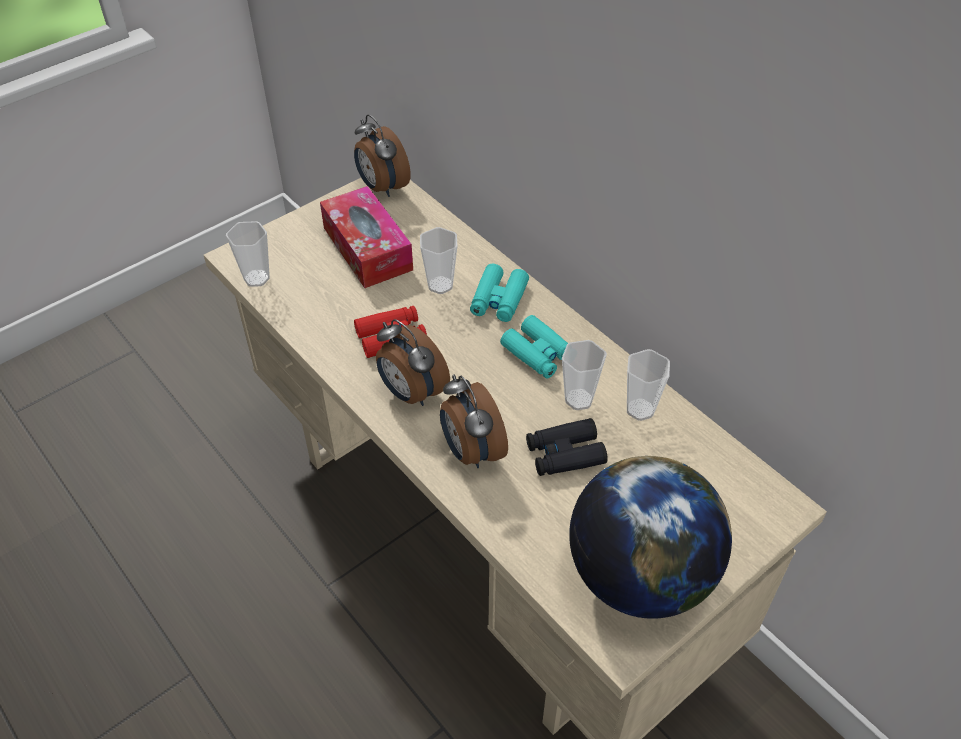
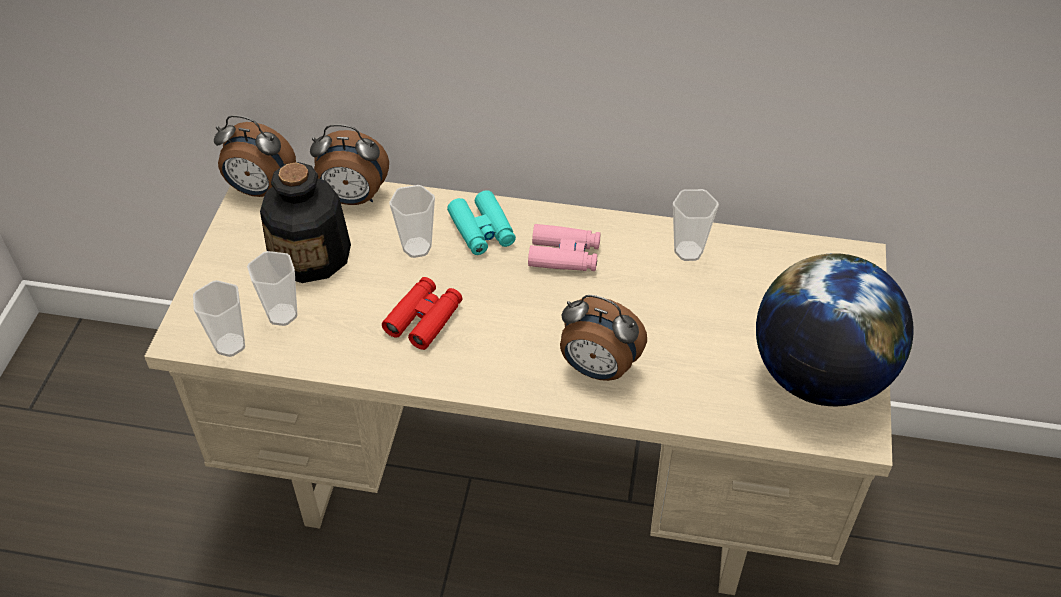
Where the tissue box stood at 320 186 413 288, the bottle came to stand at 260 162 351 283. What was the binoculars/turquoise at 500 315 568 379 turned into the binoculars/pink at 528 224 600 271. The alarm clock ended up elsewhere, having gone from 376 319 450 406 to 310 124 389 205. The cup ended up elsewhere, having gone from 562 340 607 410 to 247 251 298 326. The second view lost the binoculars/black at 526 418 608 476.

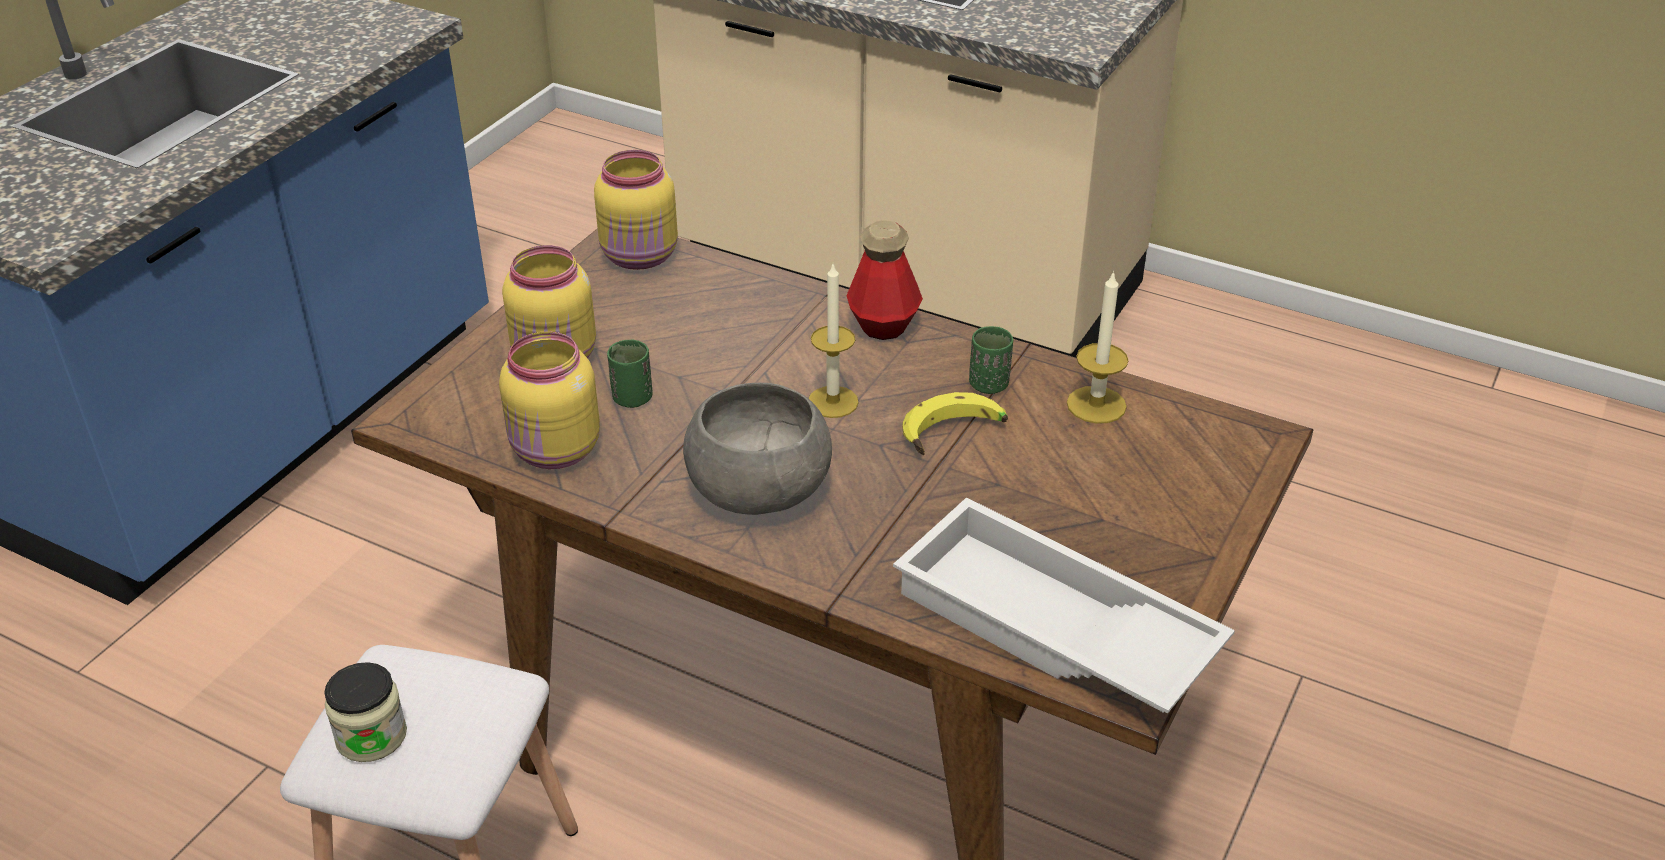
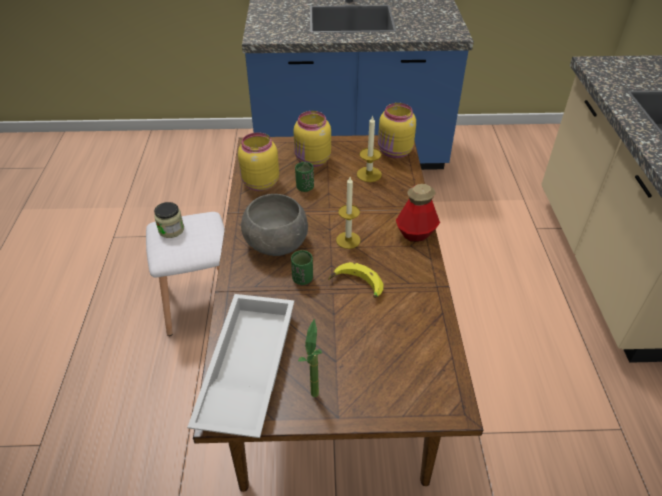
The candle ended up elsewhere, having gone from 1067 270 1129 424 to 357 115 382 182. The cup/green ended up elsewhere, having gone from 969 326 1013 394 to 291 250 313 285. The second view gained the potted plant at 298 319 322 397.

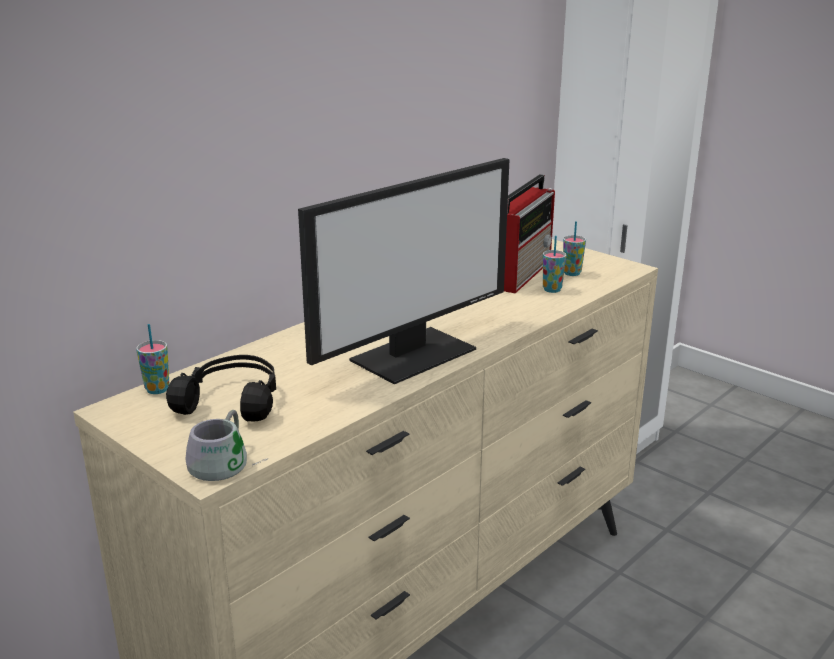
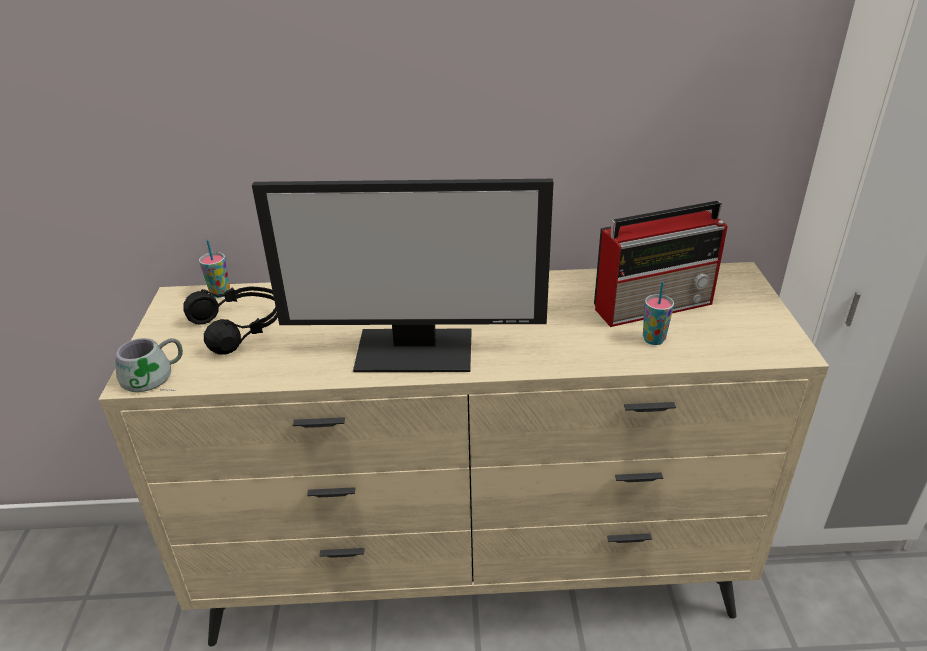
The second view lost the cup at 563 221 586 276.

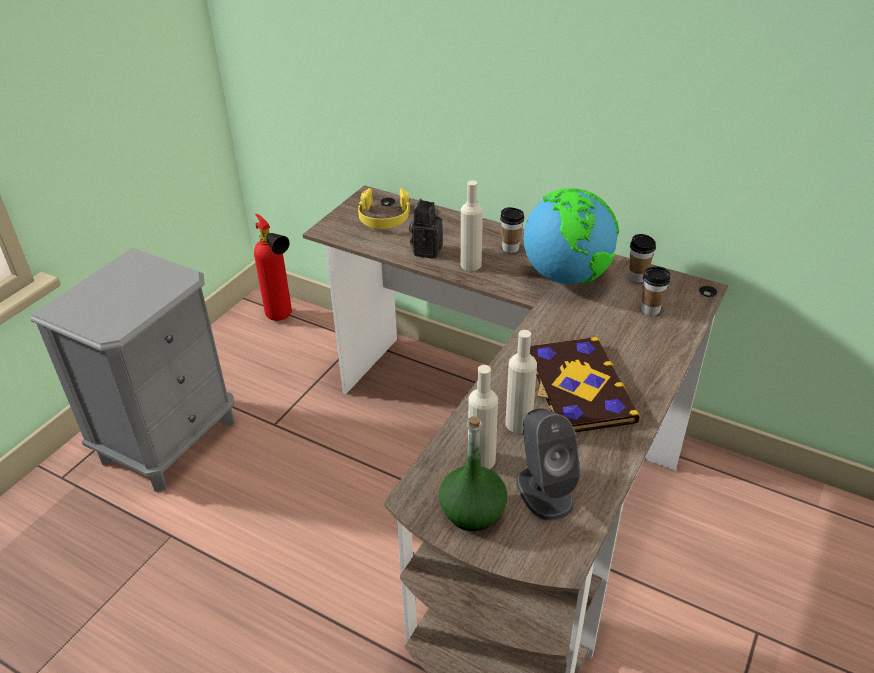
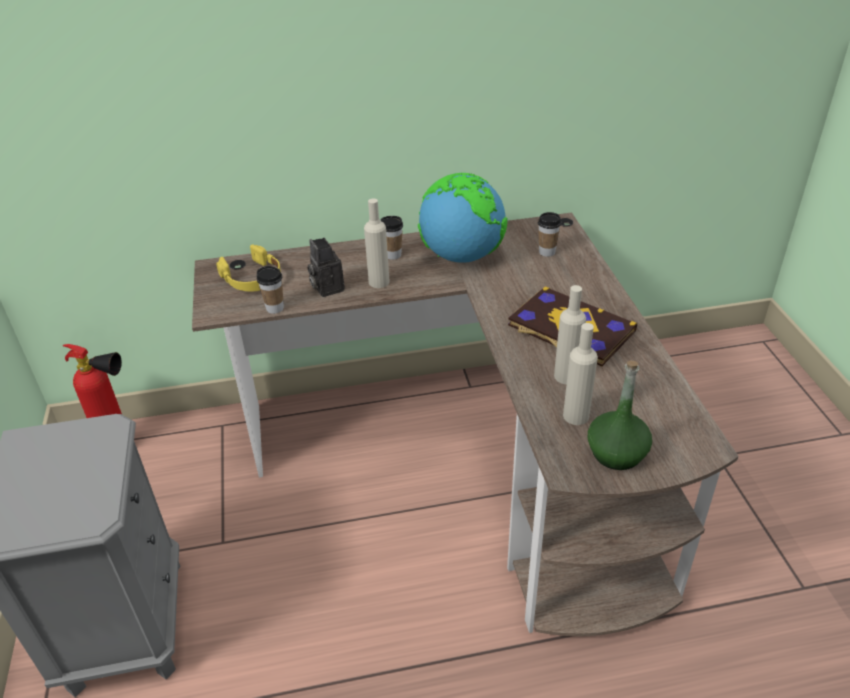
The cup ended up elsewhere, having gone from 629 234 656 282 to 256 266 284 314. The second view lost the speaker/grey at 516 408 580 521.

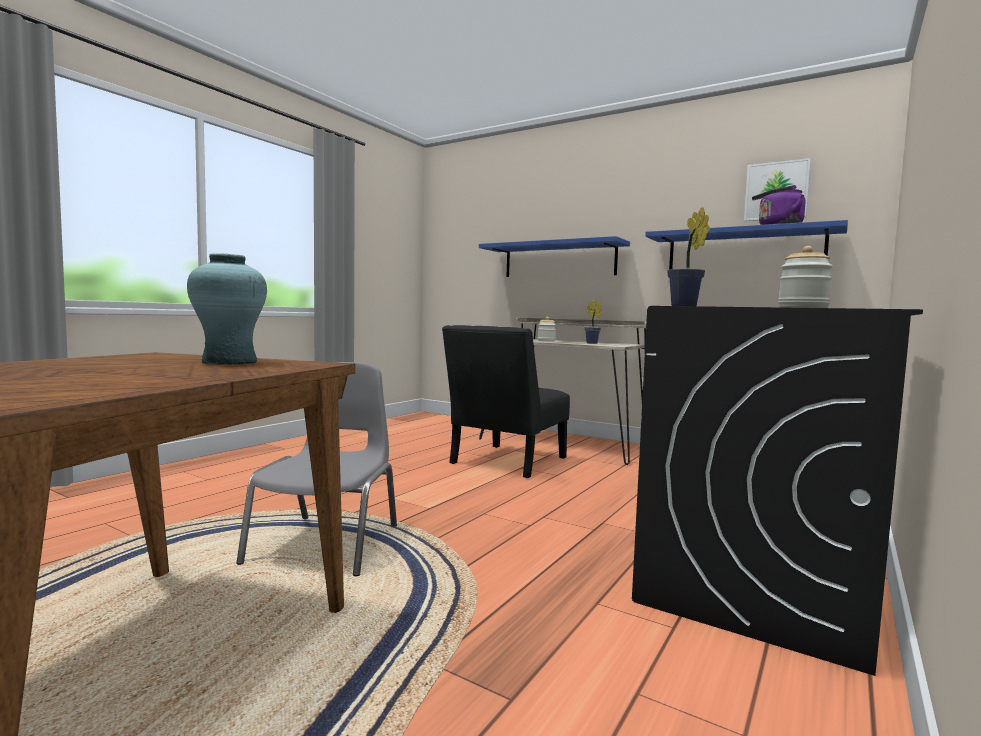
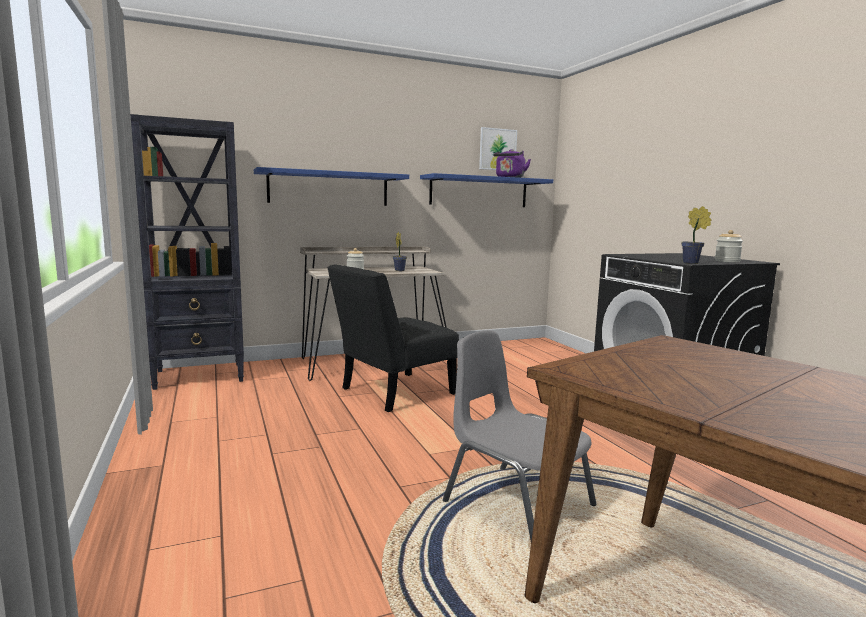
The second view lost the vase/turquoise at 187 253 267 365. The chair/black at 442 325 570 478 ended up facing another way, 75 degrees clockwise from before. The second view gained the bookcase/black at 130 114 244 390.

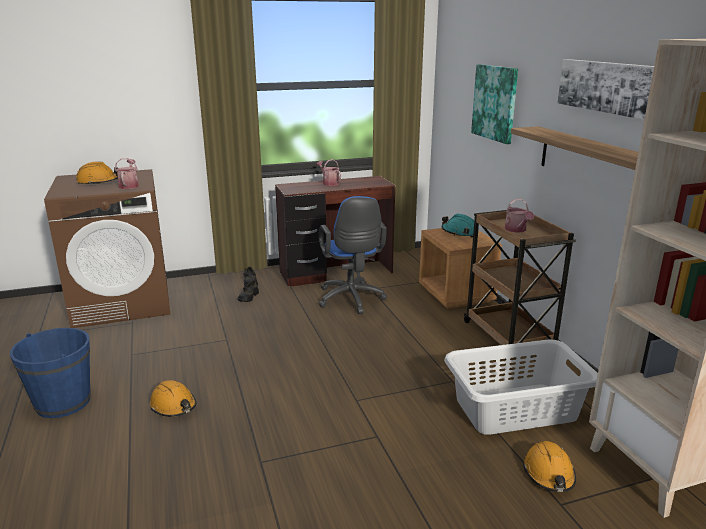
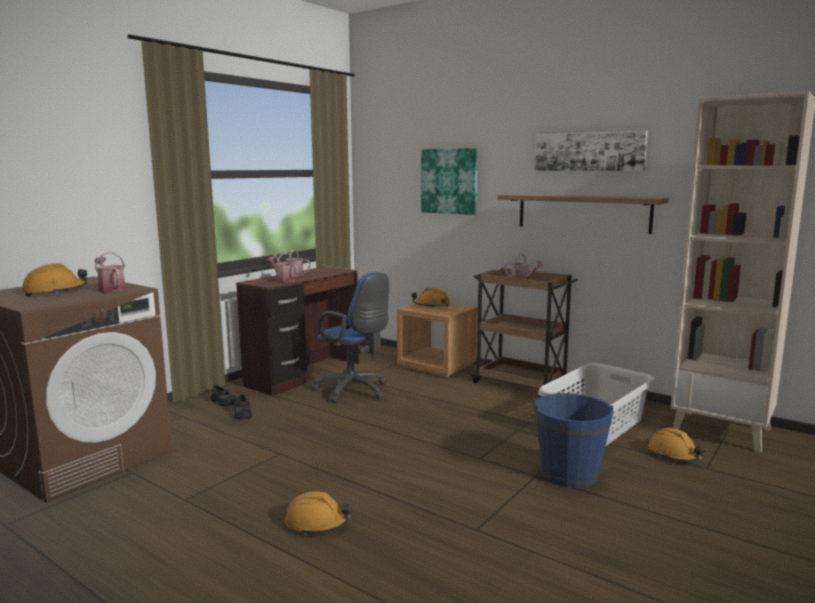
What was the hard hat/turquoise at 442 213 479 237 turned into the hard hat/orange at 412 287 450 307. The bucket/blue ended up elsewhere, having gone from 10 328 91 418 to 535 393 614 488. The second view gained the watering can at 267 253 298 283.

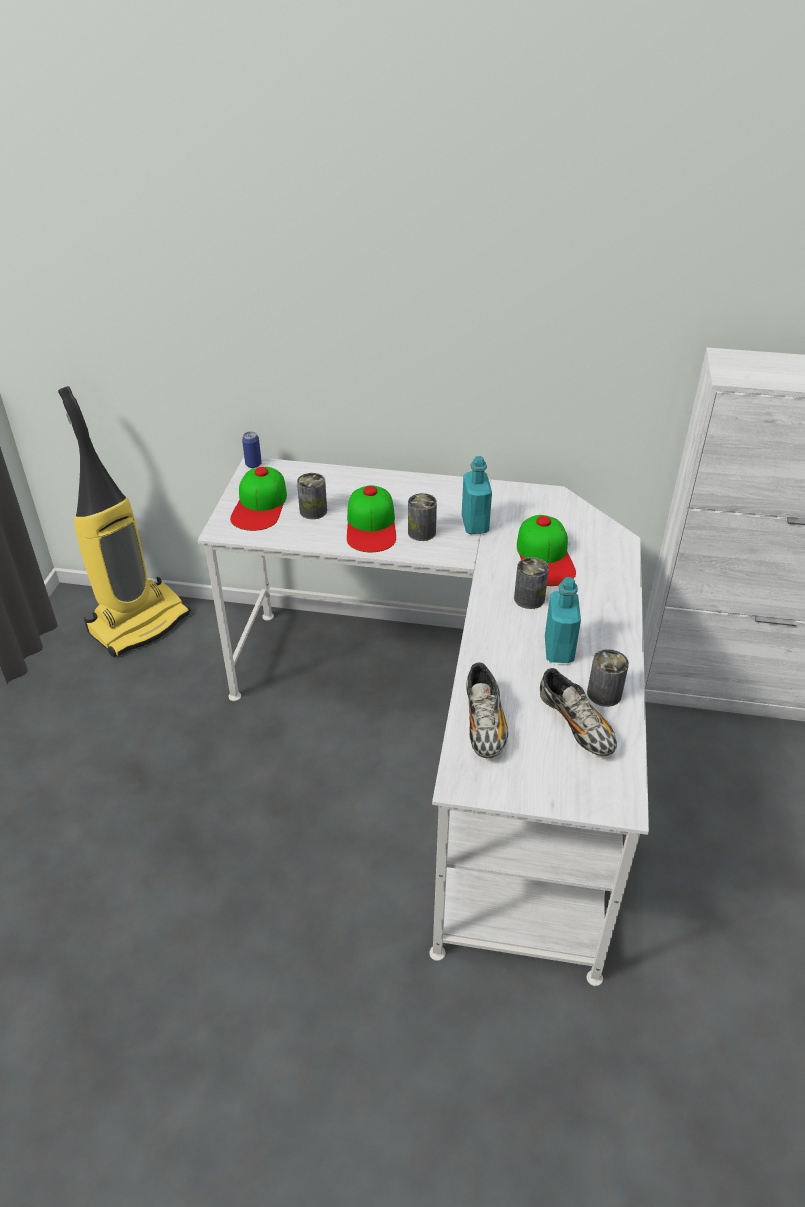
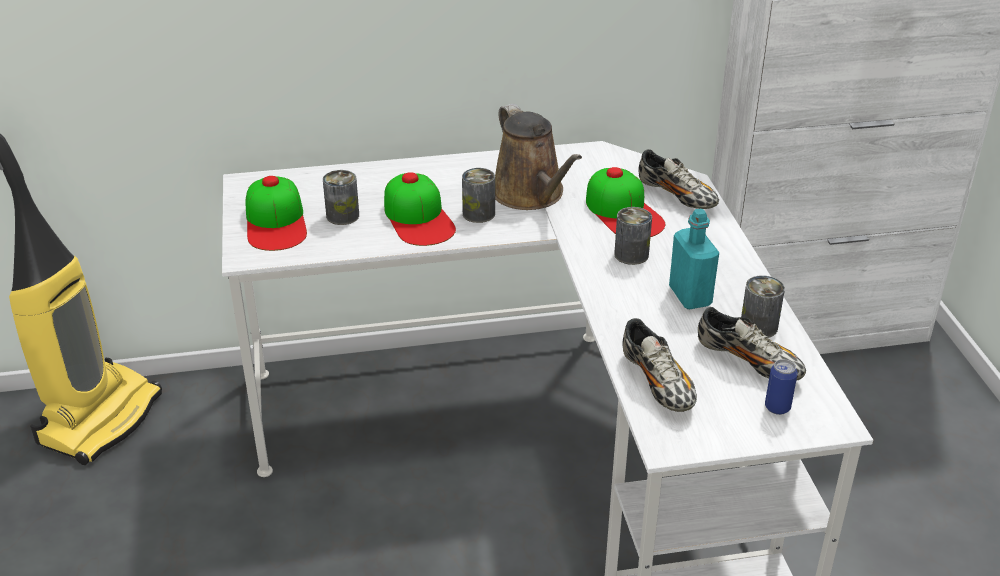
The can ended up elsewhere, having gone from 242 431 262 468 to 765 359 798 415. Where the bottle/turquoise stood at 462 456 492 534, the watering can/brown came to stand at 495 103 582 210. The second view gained the shoe at 638 149 719 209.

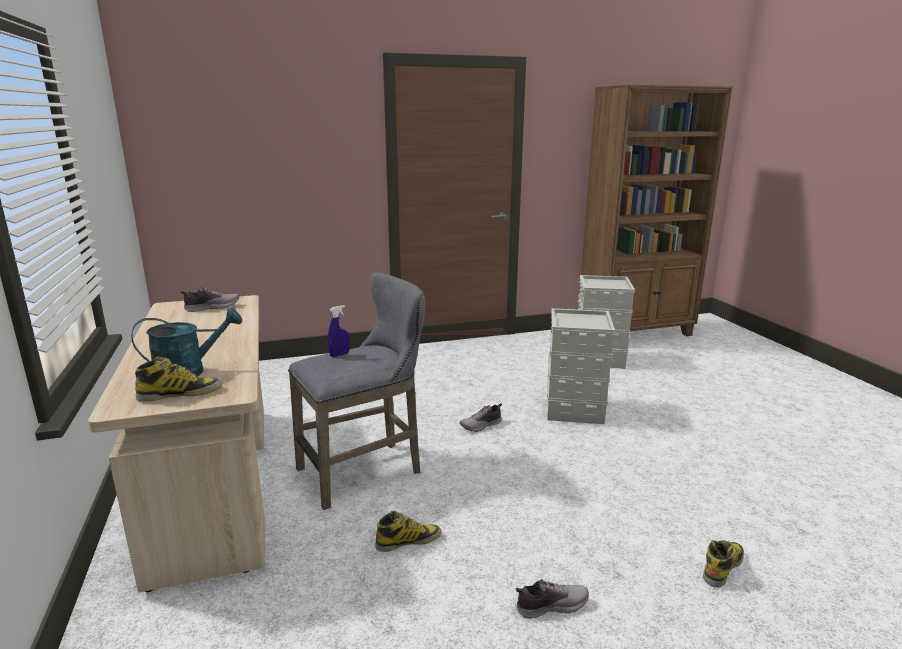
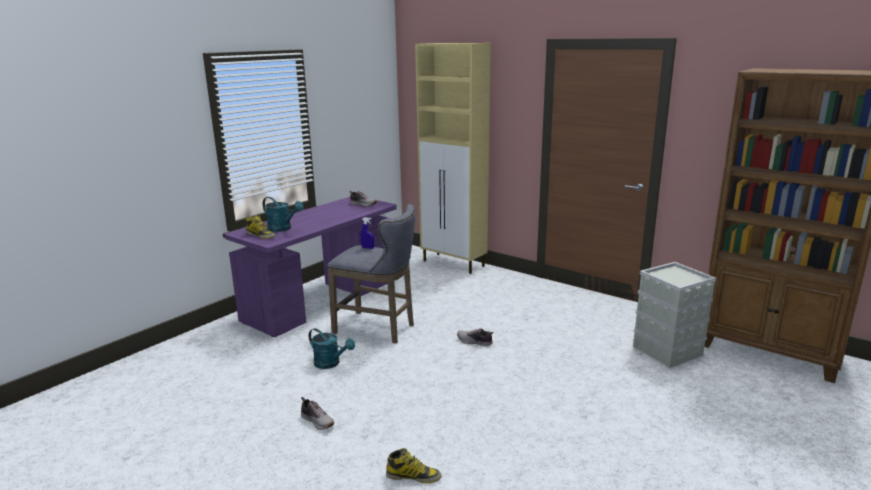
What was the desk/beige at 88 295 265 593 turned into the desk/purple at 225 197 397 337. The second view lost the storage box/grey at 547 308 615 424. Where the boot stood at 375 511 442 552, the watering can/turquoise came to stand at 309 328 355 369. The second view gained the cabinet/beige at 415 43 491 274.

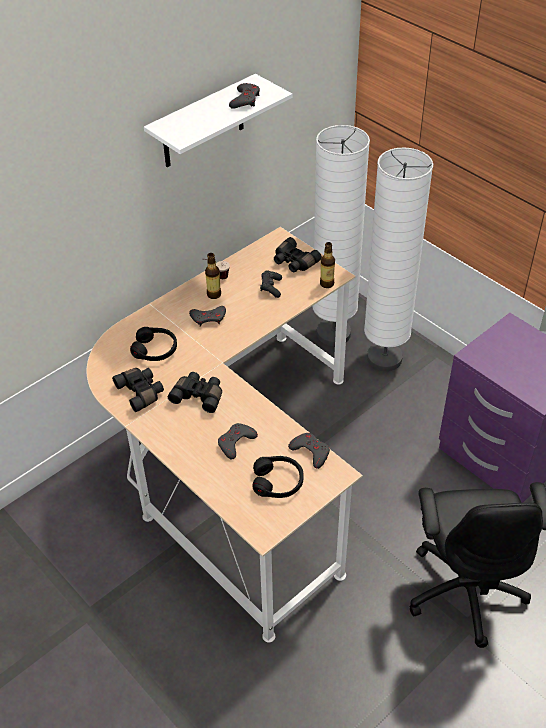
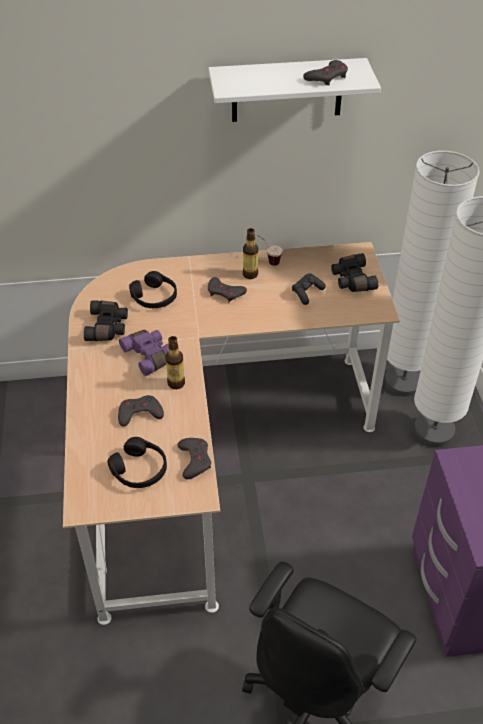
The bottle ended up elsewhere, having gone from 320 242 335 288 to 165 336 185 389. What was the binoculars/black at 168 372 222 413 turned into the binoculars/purple at 119 330 169 376.

